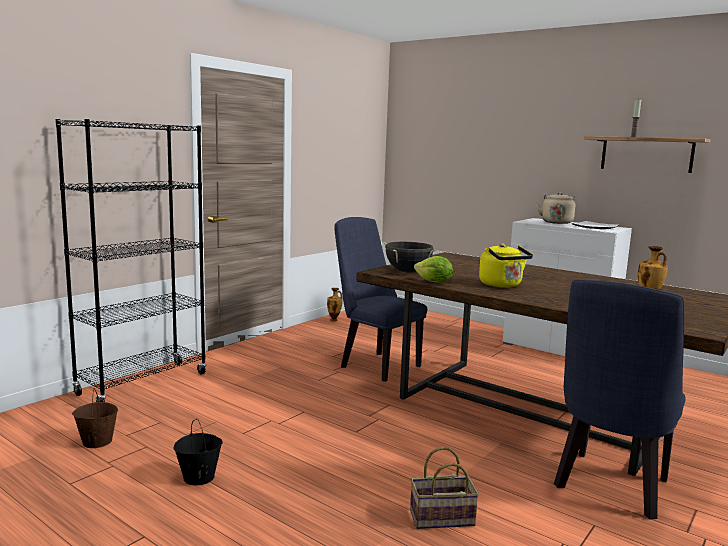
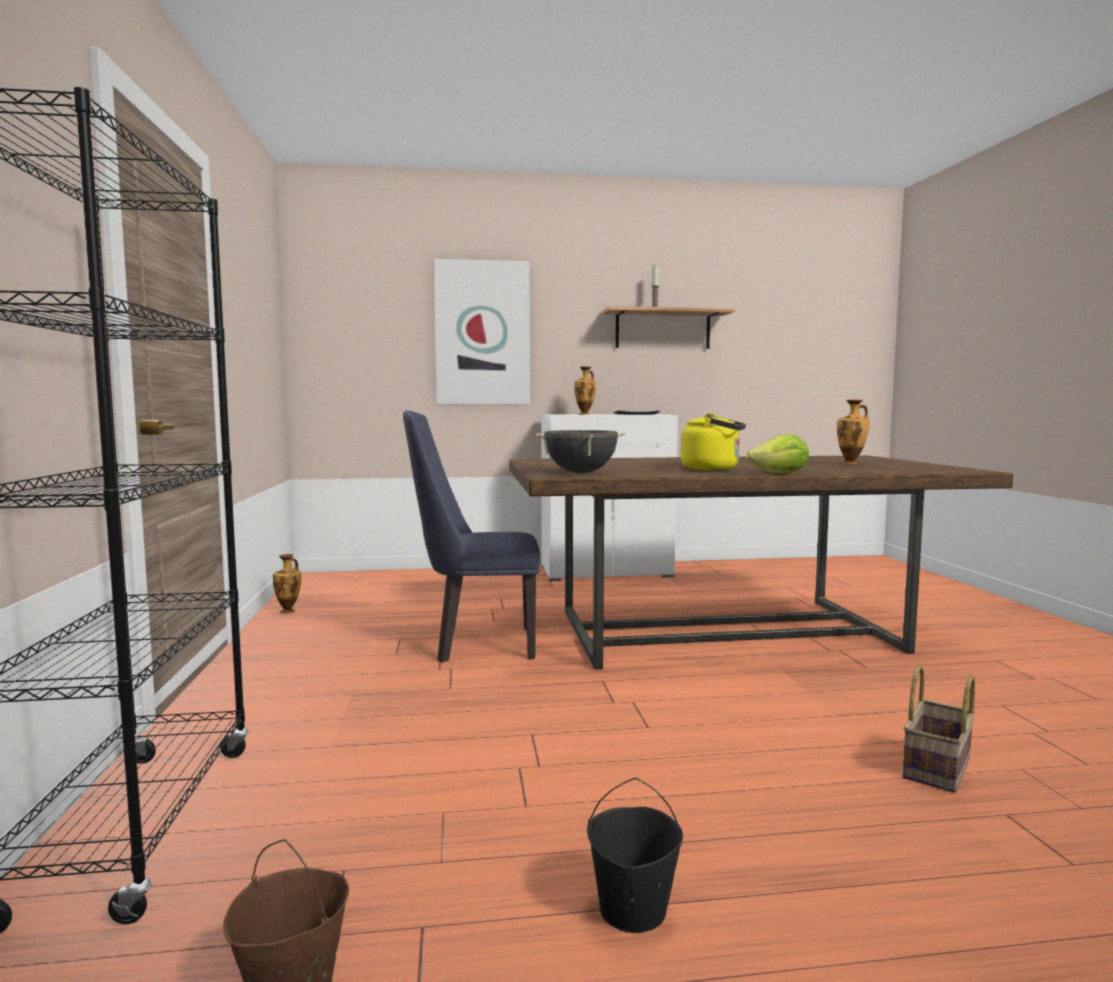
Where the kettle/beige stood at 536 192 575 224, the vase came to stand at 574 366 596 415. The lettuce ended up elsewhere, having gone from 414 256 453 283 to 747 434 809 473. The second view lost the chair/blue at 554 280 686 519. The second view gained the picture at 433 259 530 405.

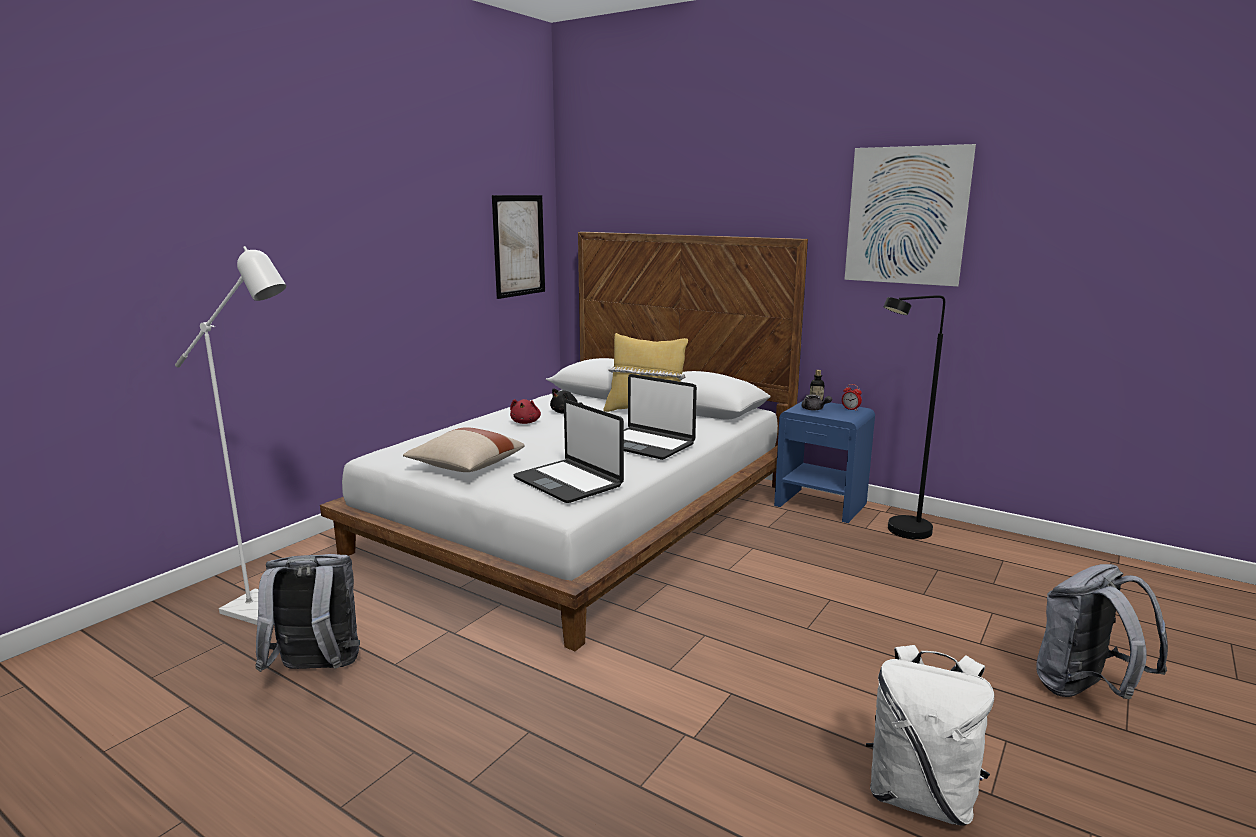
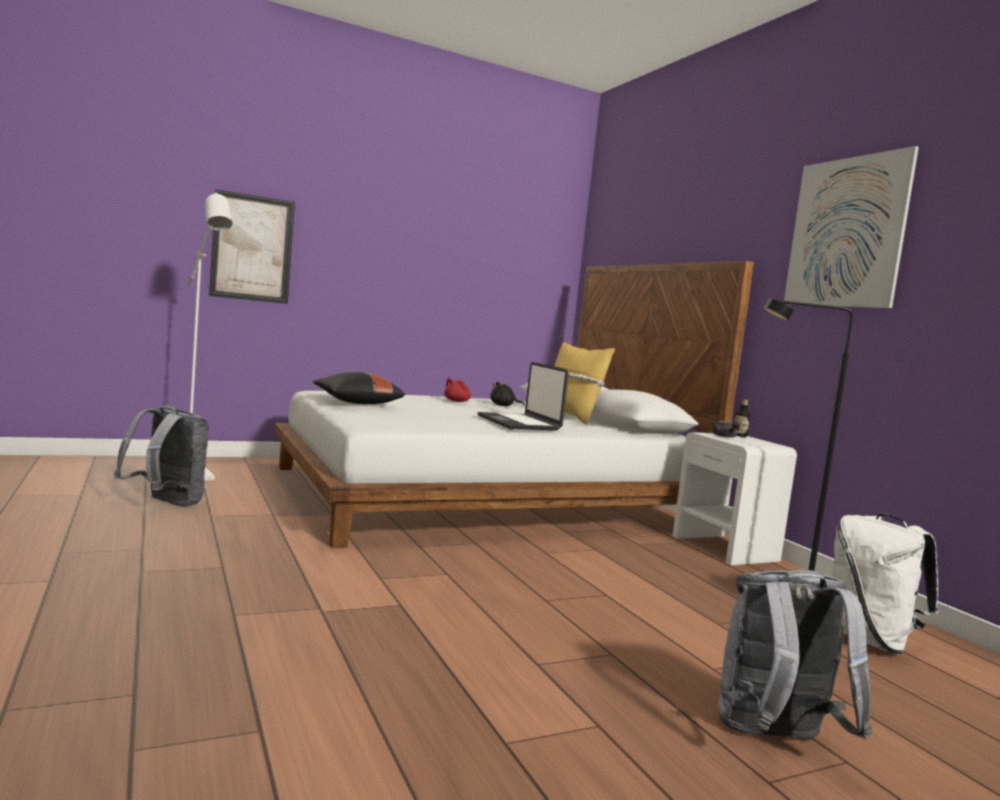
The picture ended up elsewhere, having gone from 492 195 545 299 to 209 189 295 304. The second view lost the alarm clock at 842 384 862 411. The second view lost the laptop at 513 399 624 503. What was the nightstand/blue at 774 401 875 523 turned into the nightstand/white at 672 432 797 565. What was the pillow/beige at 403 427 525 472 turned into the pillow/black at 313 372 405 404. The backpack/white ended up elsewhere, having gone from 866 645 994 825 to 831 514 939 654.

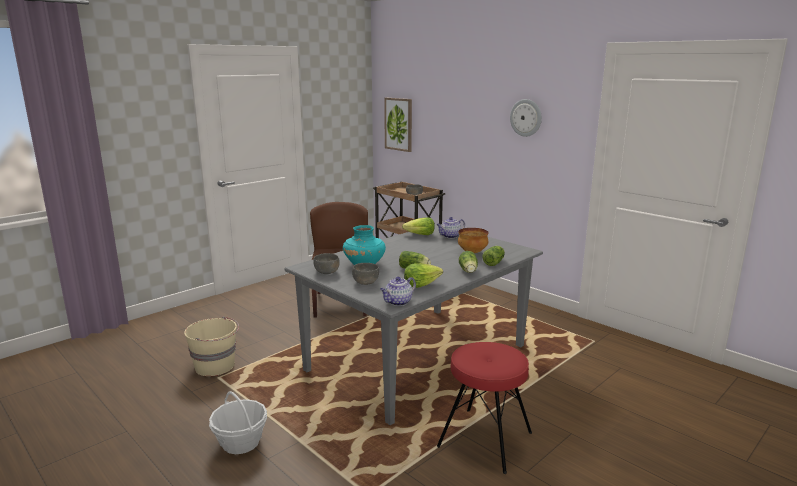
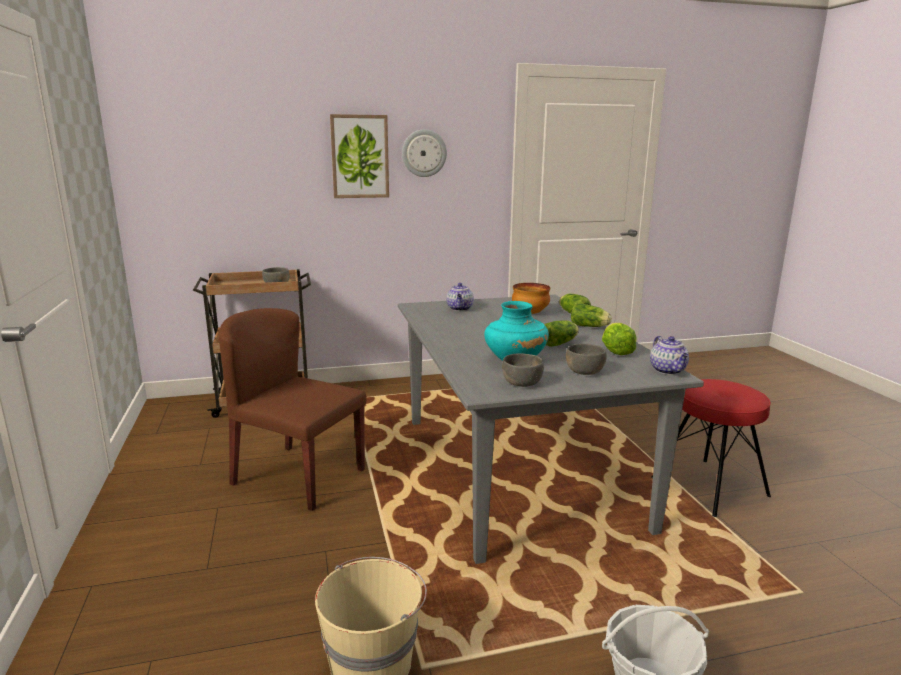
The picture ended up elsewhere, having gone from 384 98 412 152 to 330 114 389 198. The second view lost the lettuce at 402 217 435 235.

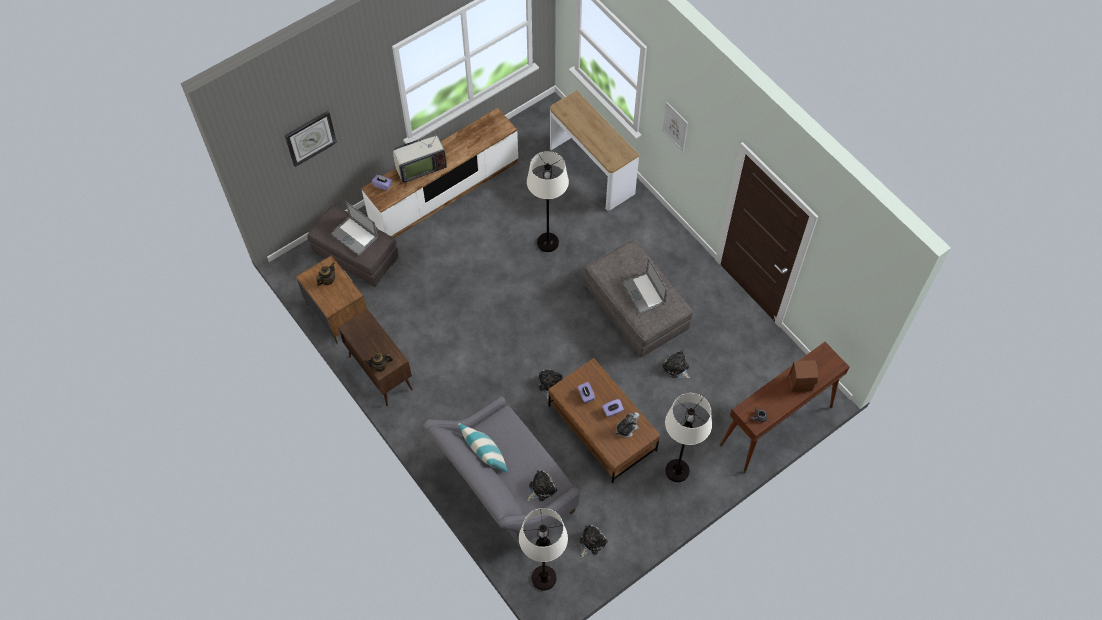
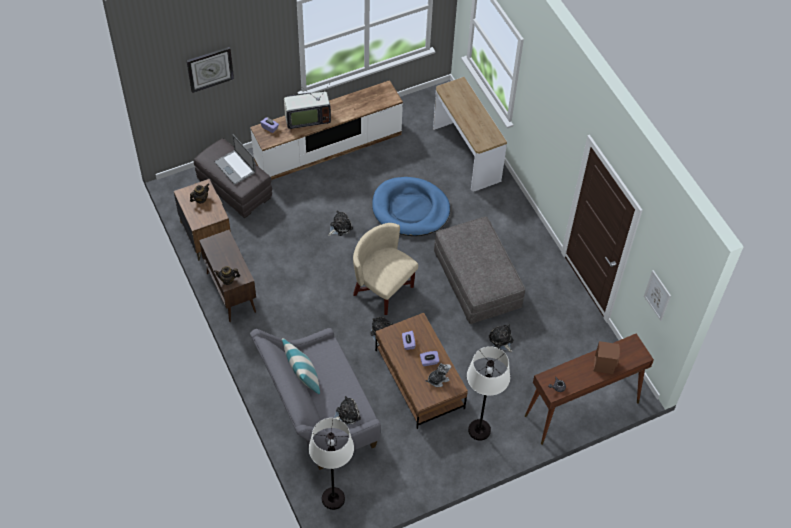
The picture ended up elsewhere, having gone from 662 102 688 152 to 644 270 671 321. Where the floor lamp/white stood at 527 151 569 252, the dog bed/blue came to stand at 372 177 450 236. The second view lost the laptop at 622 258 668 314. The plush toy ended up elsewhere, having gone from 579 525 608 557 to 328 210 353 236. The second view gained the armchair/beige at 353 223 418 315.

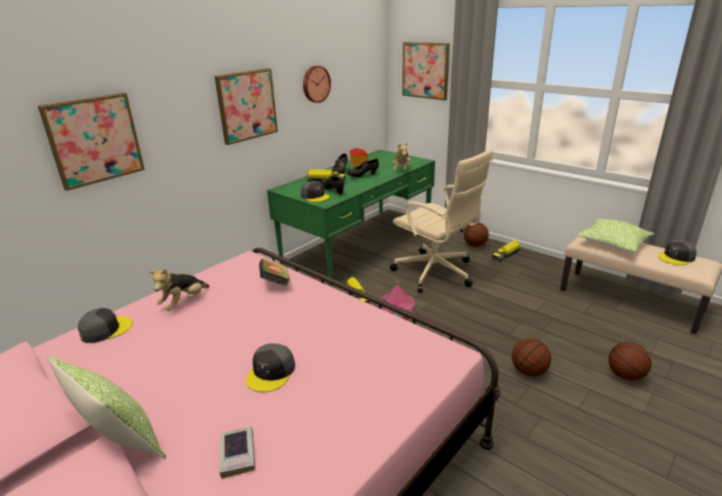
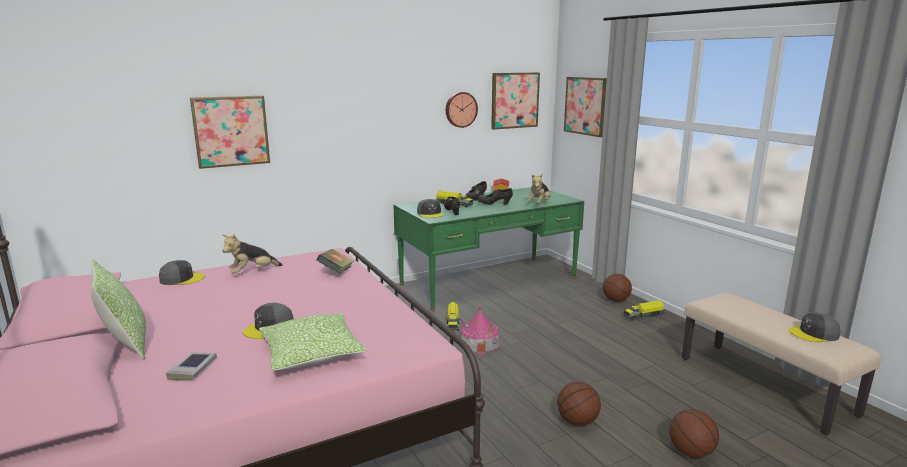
The picture ended up elsewhere, having gone from 215 68 278 145 to 491 72 540 130. The second view lost the office chair/beige at 390 149 493 292. The pillow ended up elsewhere, having gone from 577 218 655 252 to 259 313 367 371.

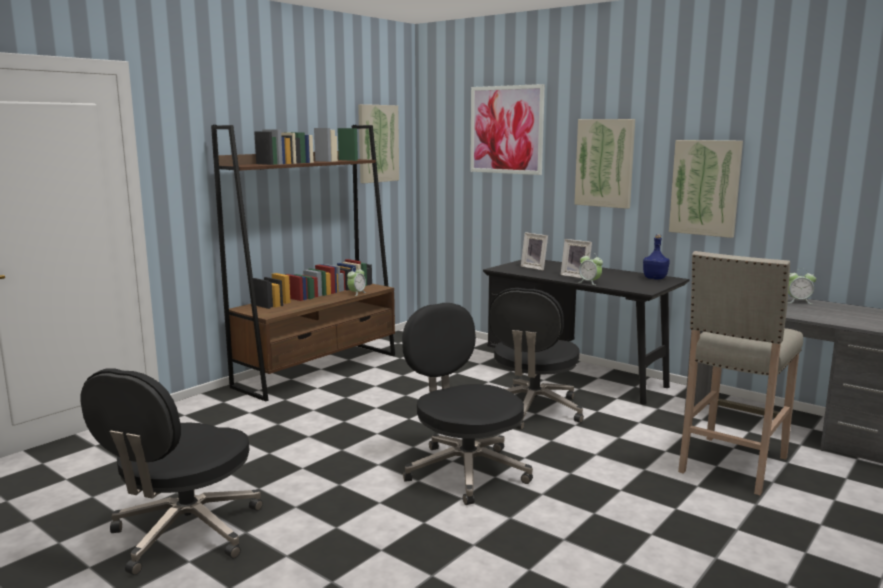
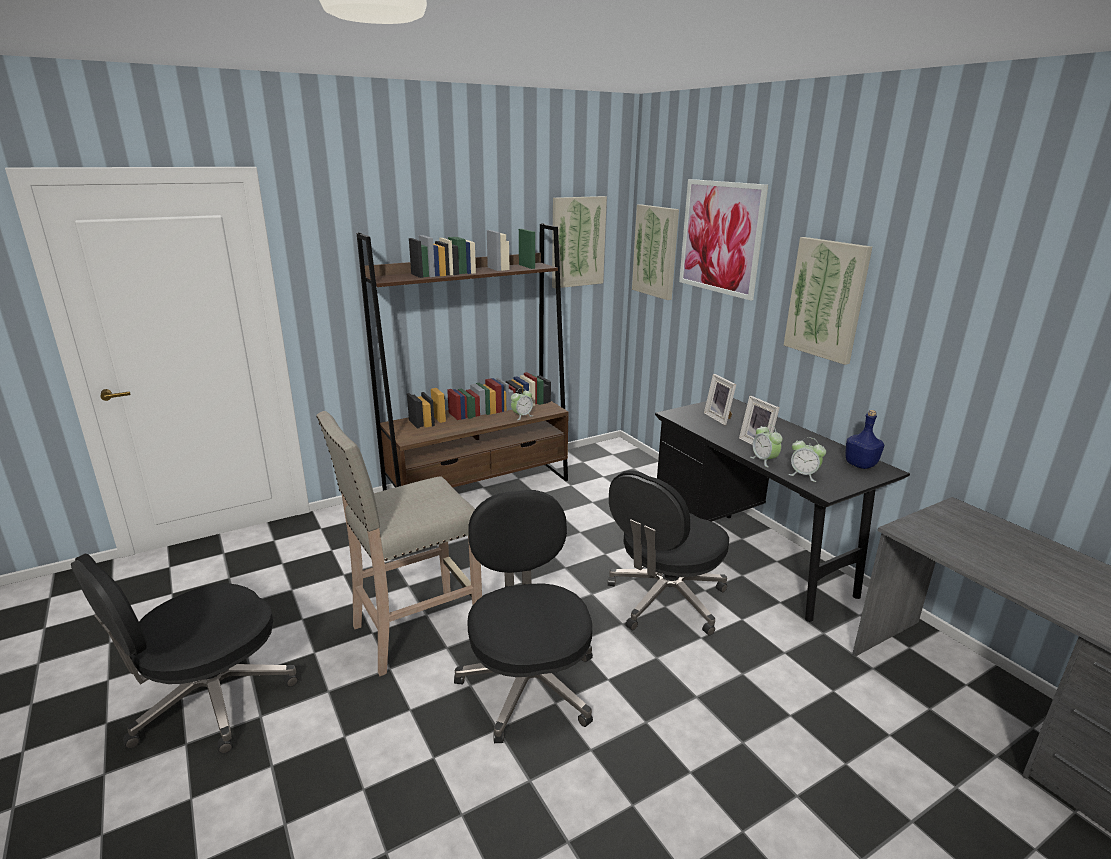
The picture ended up elsewhere, having gone from 669 140 743 238 to 632 204 679 300. The stool/beige ended up elsewhere, having gone from 678 251 803 495 to 316 411 482 676. The alarm clock ended up elsewhere, having gone from 788 270 816 304 to 788 437 826 482.

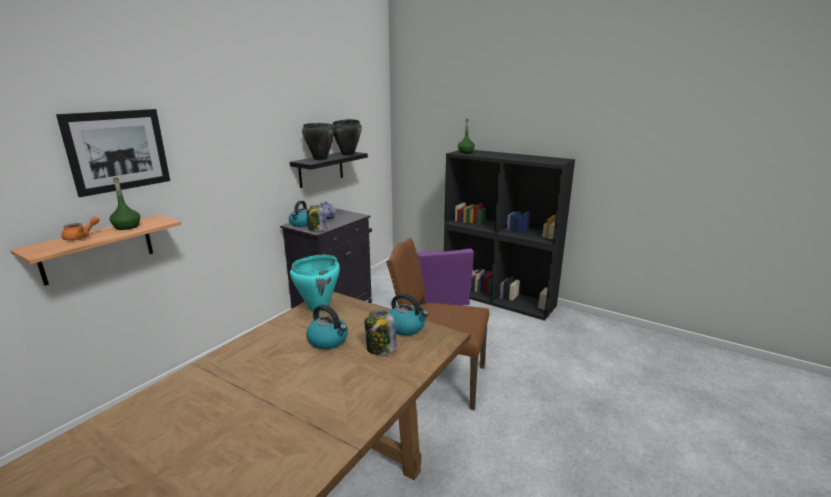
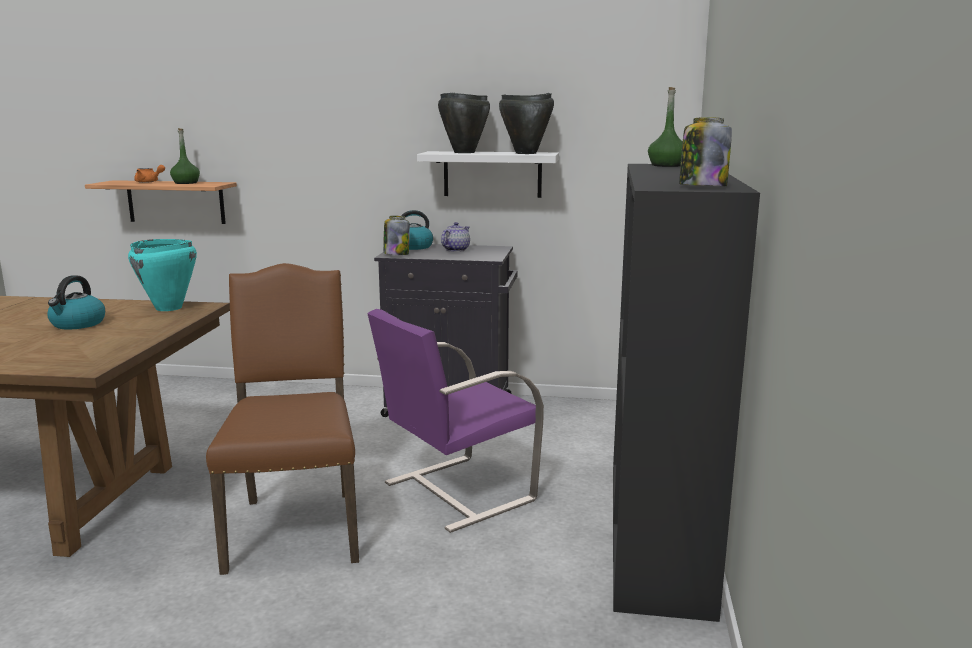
The second view lost the picture at 56 109 170 197. What was the shelf/black at 290 152 368 188 turned into the shelf/white at 417 151 559 198. The second view lost the kettle at 389 293 429 336. The jar ended up elsewhere, having gone from 365 310 397 355 to 679 117 732 186.

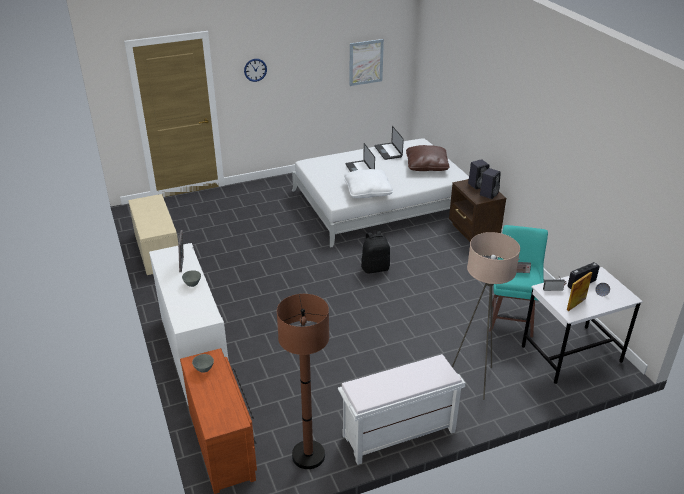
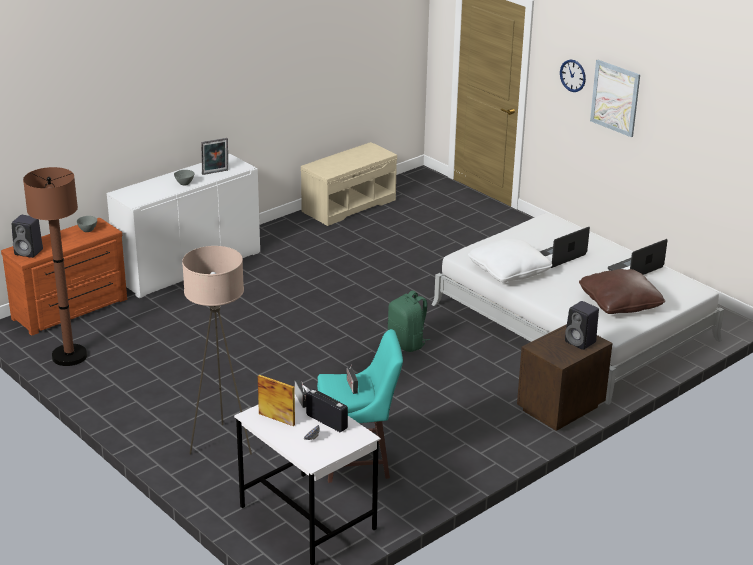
The picture ended up elsewhere, having gone from 349 39 384 86 to 590 60 640 137. The speaker/black ended up elsewhere, having gone from 480 168 501 199 to 12 215 43 258. What was the backpack/black at 361 231 390 274 turned into the backpack/green at 388 290 431 352. The second view lost the bench/white at 338 354 465 465.

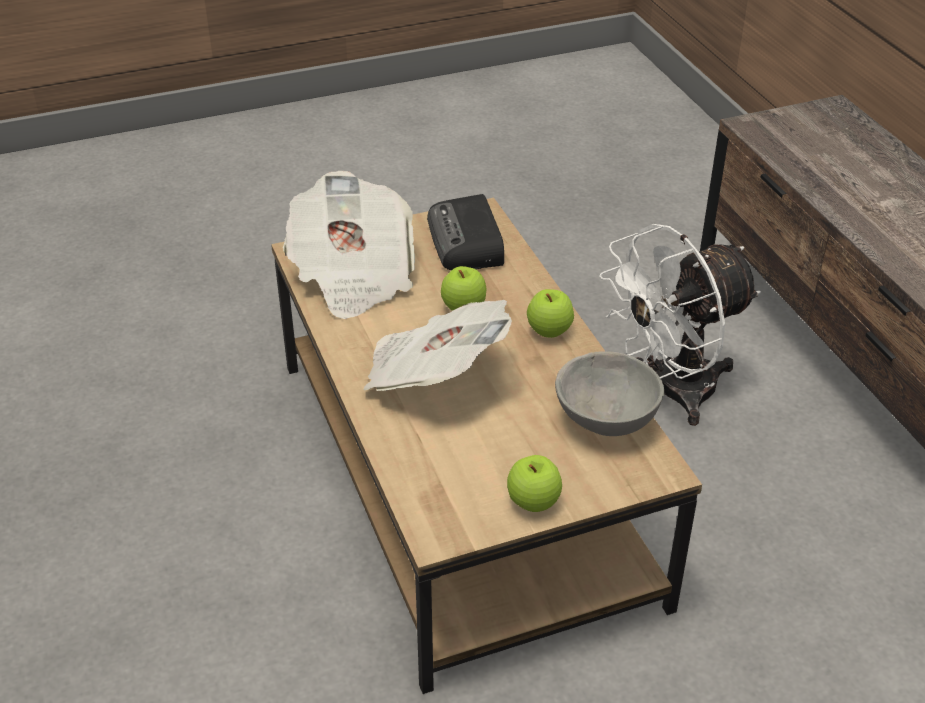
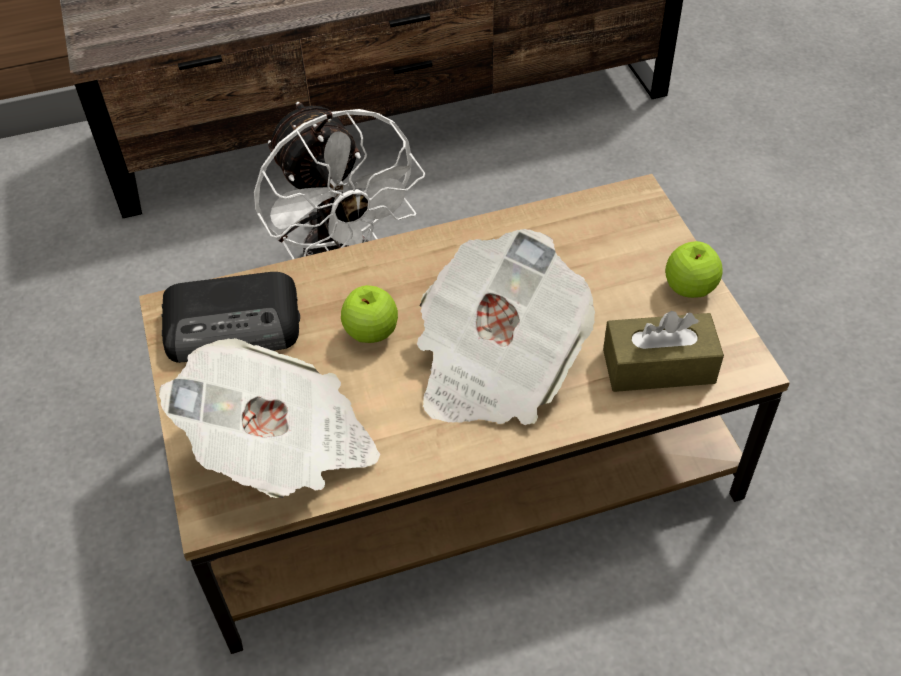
The second view lost the apple at 527 289 574 338. The second view lost the bowl/grey at 555 352 664 436. The second view gained the tissue box/brown at 603 311 724 392.

